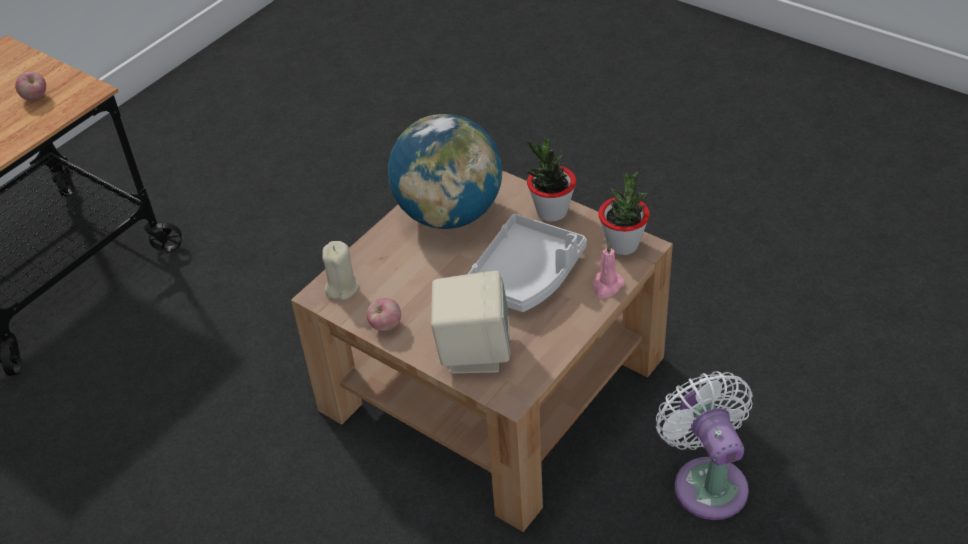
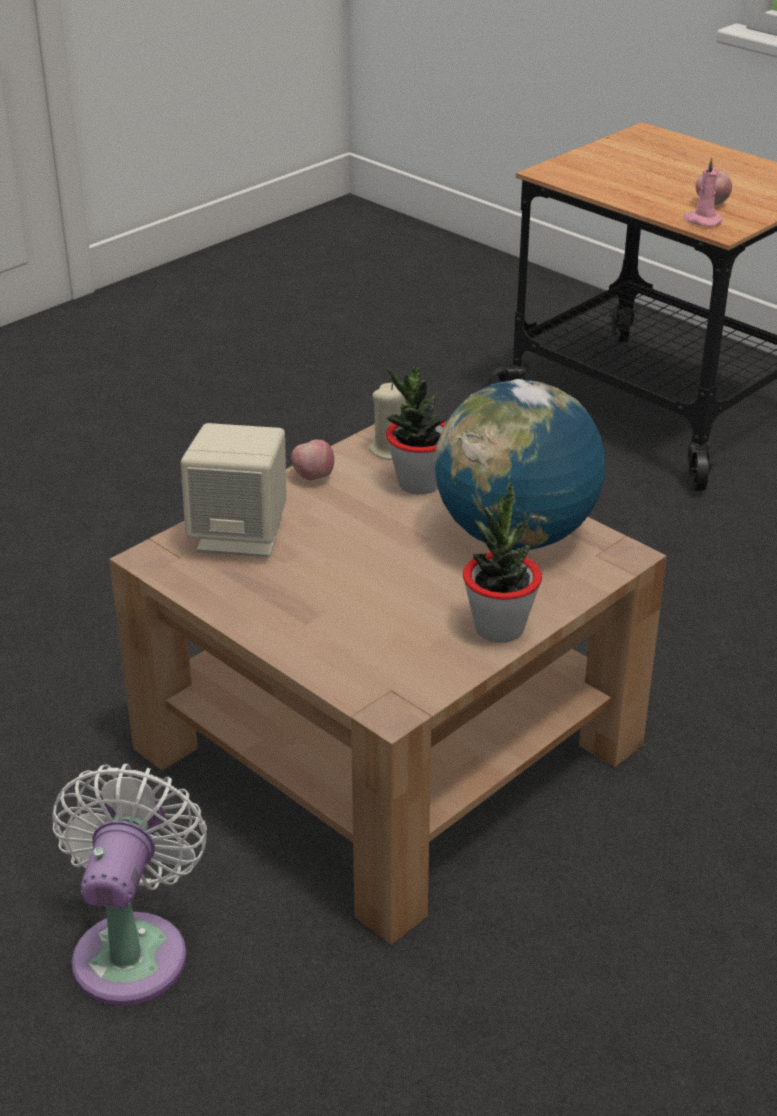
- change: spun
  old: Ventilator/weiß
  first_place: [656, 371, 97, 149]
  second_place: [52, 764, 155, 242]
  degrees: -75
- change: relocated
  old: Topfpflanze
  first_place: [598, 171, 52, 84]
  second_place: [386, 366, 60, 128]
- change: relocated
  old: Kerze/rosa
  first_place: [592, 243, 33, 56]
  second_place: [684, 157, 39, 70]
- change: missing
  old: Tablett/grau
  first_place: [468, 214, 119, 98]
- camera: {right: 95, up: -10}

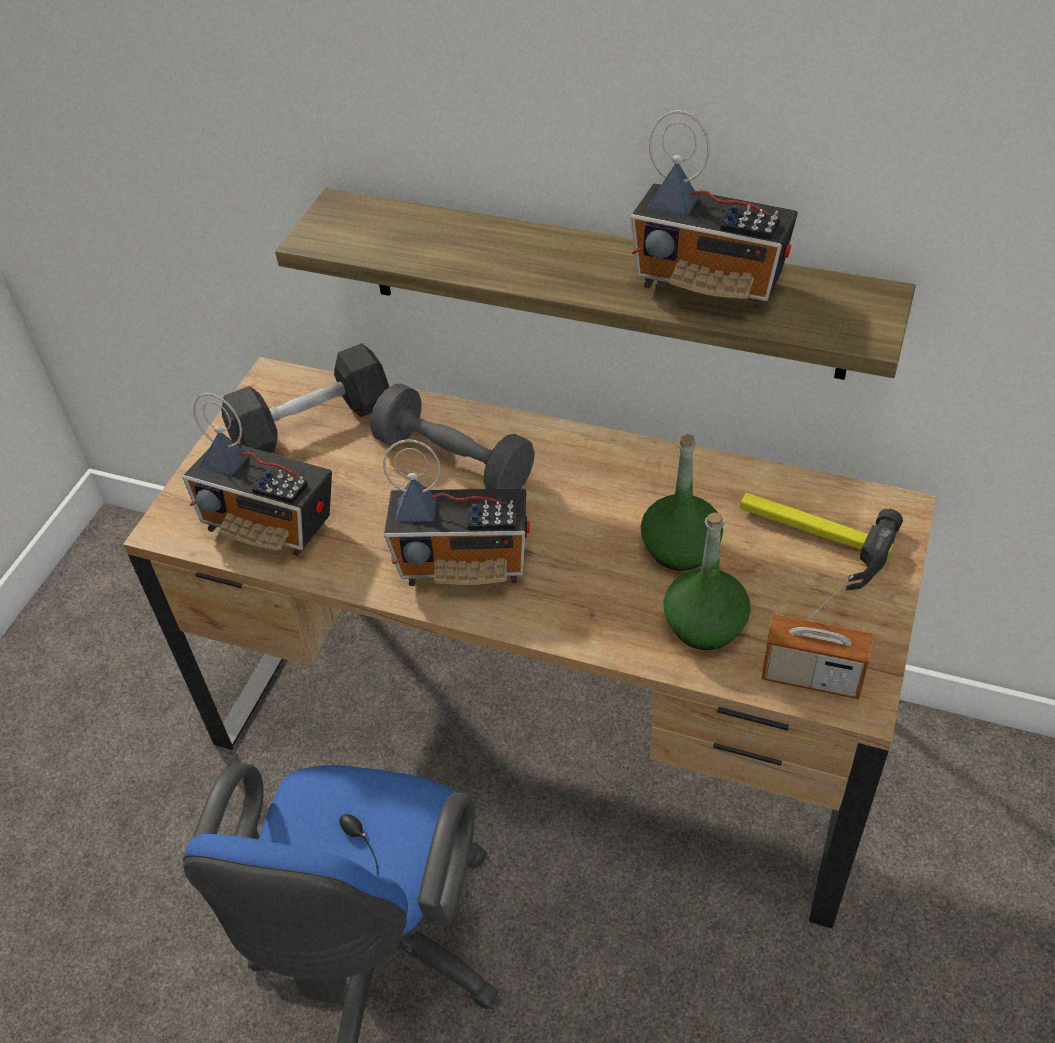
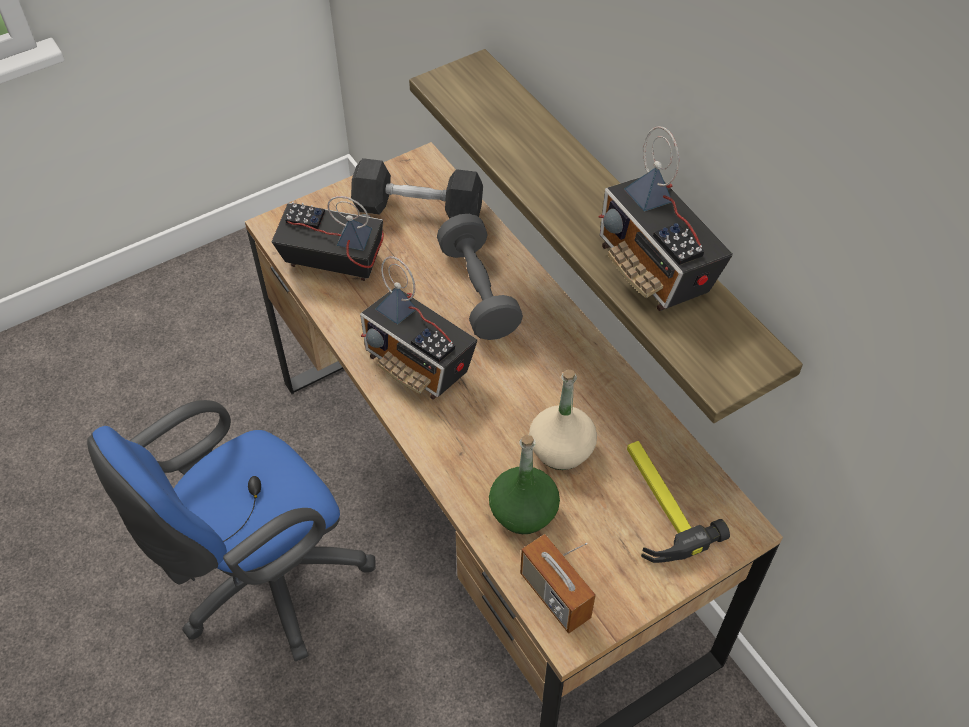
- change: spun
  old: Radio
  first_place: [182, 393, 150, 163]
  second_place: [271, 196, 113, 85]
  degrees: 135
- change: colour
  old: Flasche/grün
  new: Flasche/beige
  first_place: [641, 434, 82, 137]
  second_place: [529, 370, 68, 100]
- camera: {right: 35, up: 5}

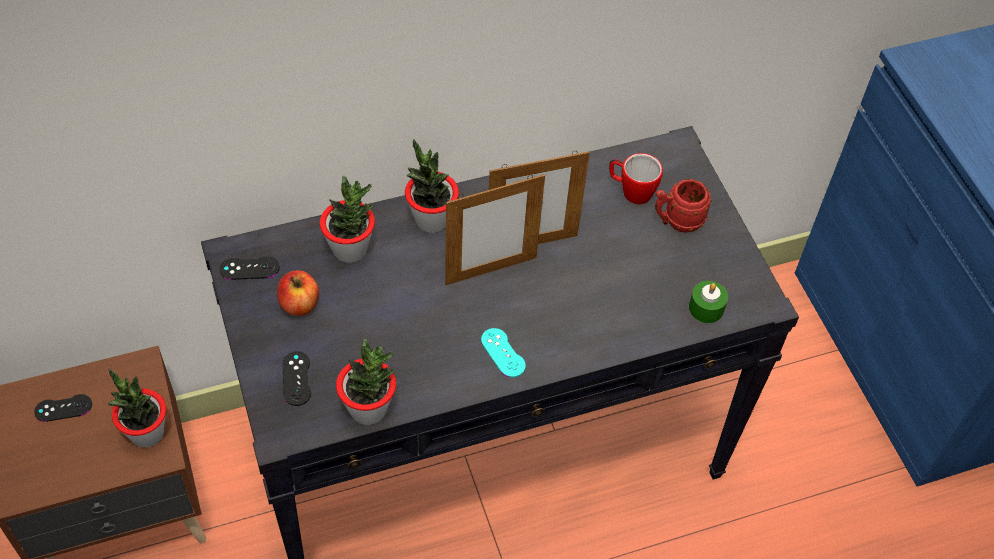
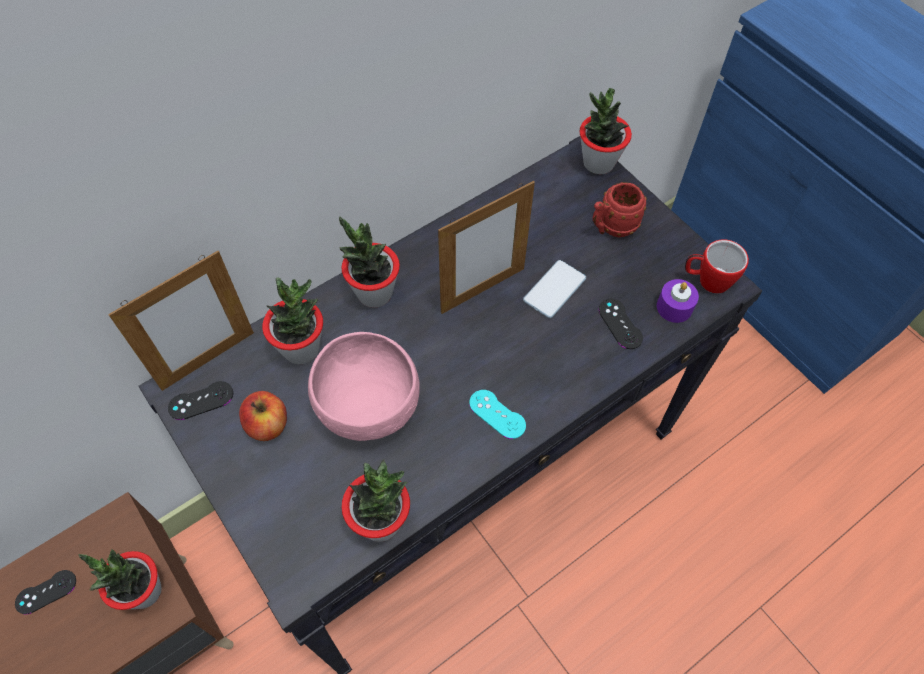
- change: relocated
  old: Bilderrahmen
  first_place: [445, 174, 100, 111]
  second_place: [108, 251, 146, 140]
- change: appeared
  new: Schüssel/rosa
  second_place: [308, 332, 112, 109]
- change: appeared
  new: Handy
  second_place: [523, 260, 63, 58]
- change: appeared
  new: Topfpflanze
  second_place: [580, 88, 52, 87]
- change: relocated
  old: Gamepad/schwarz
  first_place: [283, 351, 28, 55]
  second_place: [599, 299, 44, 50]
- change: colour
  old: Kerze/grün
  new: Kerze/lila
  first_place: [689, 281, 39, 42]
  second_place: [657, 279, 42, 44]
- change: relocated
  old: Henkelbecher
  first_place: [609, 153, 54, 51]
  second_place: [685, 239, 64, 55]
- camera: {right: -15, up: 5}

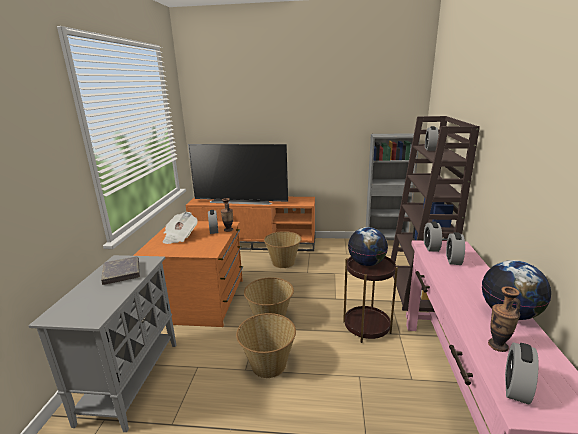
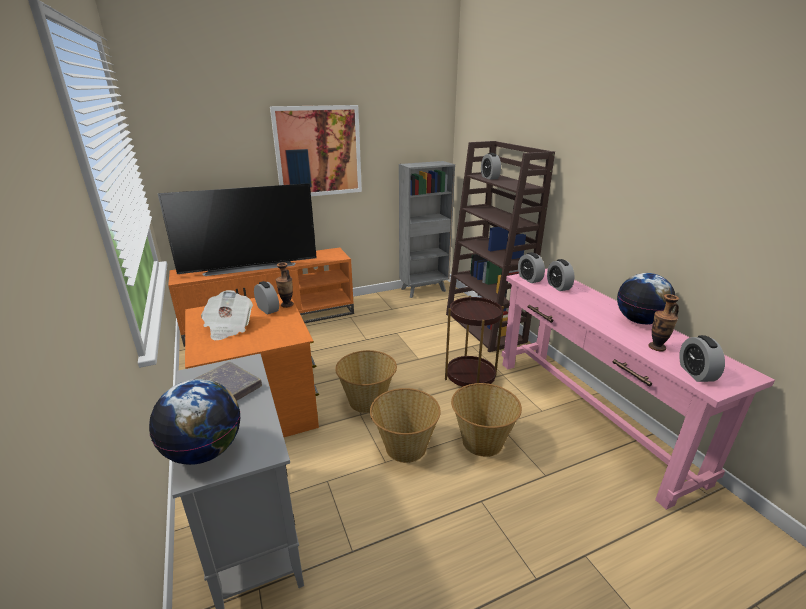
- change: relocated
  old: Globus
  first_place: [348, 227, 40, 39]
  second_place: [149, 379, 91, 86]
- change: appeared
  new: Bild
  second_place: [270, 105, 92, 91]
- change: relocated
  old: Korb
  first_place: [264, 231, 38, 37]
  second_place: [451, 383, 71, 74]
- camera: {right: -30, up: 5}

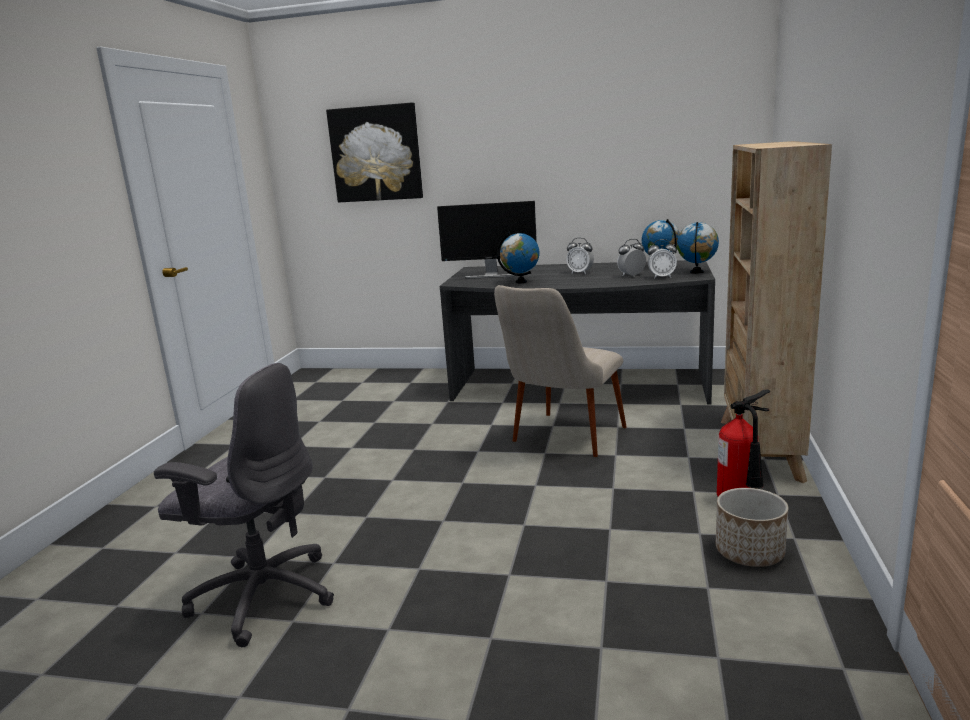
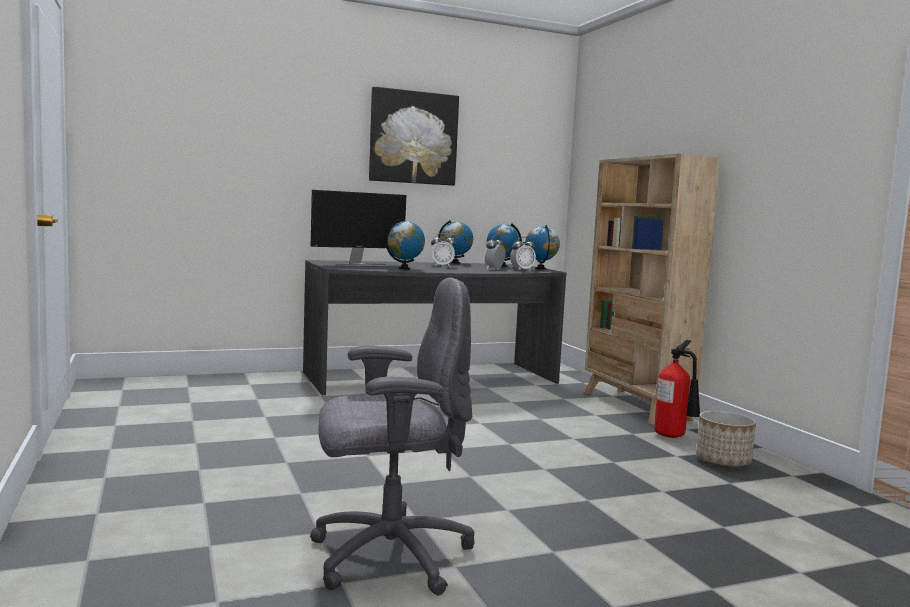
- change: relocated
  old: Bild
  first_place: [326, 103, 97, 99]
  second_place: [369, 87, 90, 99]
- change: appeared
  new: Globus
  second_place: [438, 220, 35, 44]
- change: missing
  old: Stuhl/beige
  first_place: [494, 285, 133, 172]
- camera: {right: -35, up: -10}

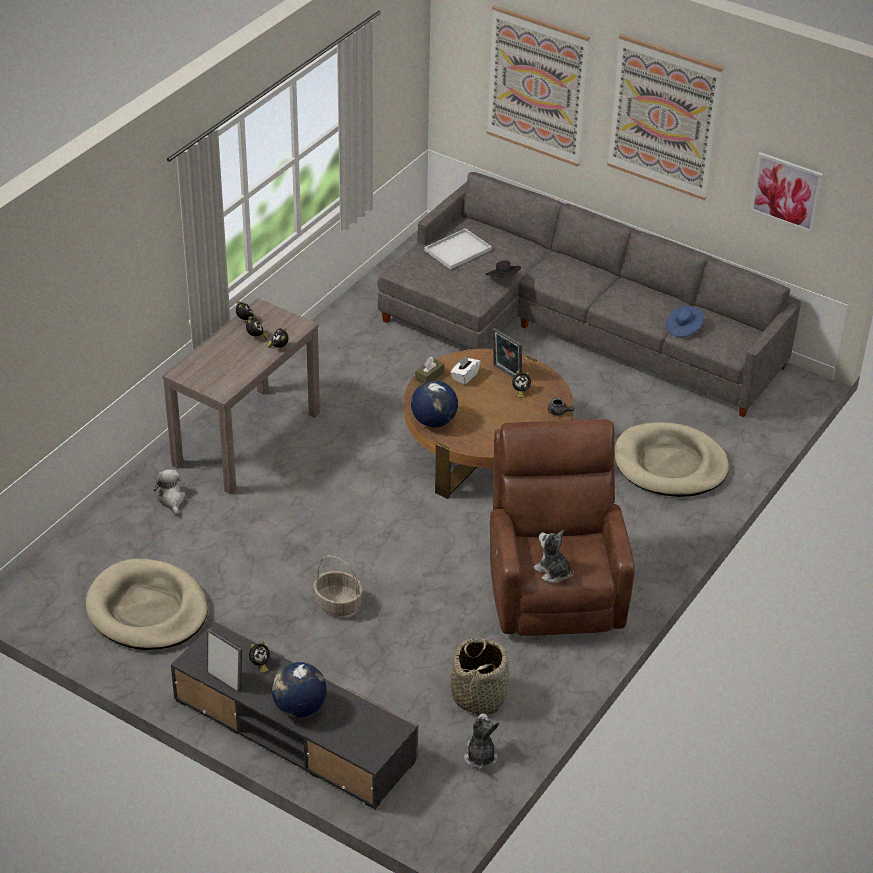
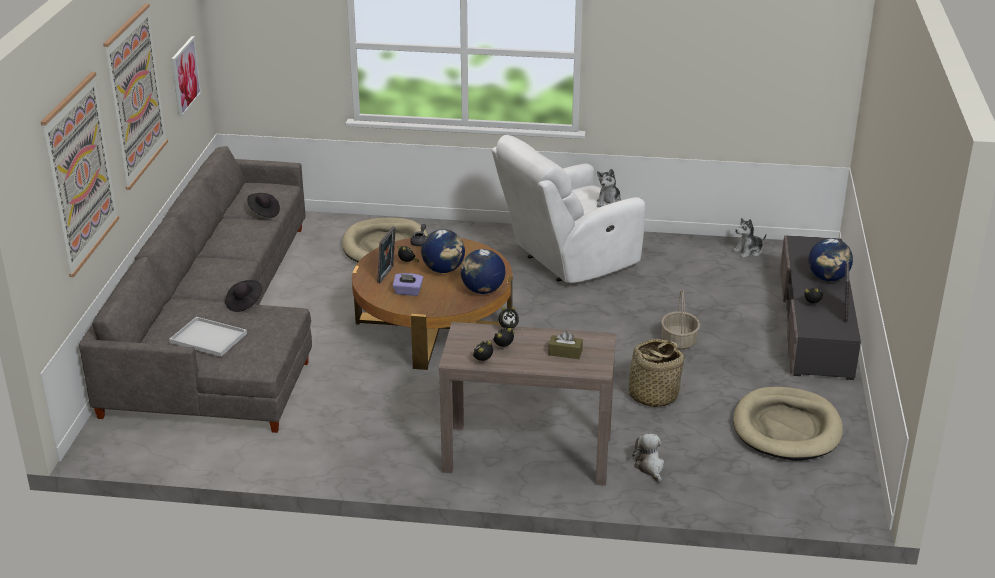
- change: colour
  old: Hut/blau
  new: Hut/schwarz
  first_place: [666, 306, 38, 31]
  second_place: [247, 193, 33, 25]
- change: colour
  old: Taschentuchbox/weiß
  new: Taschentuchbox/lila
  first_place: [450, 356, 31, 29]
  second_place: [393, 273, 30, 23]
- change: appeared
  new: Globus
  second_place: [421, 229, 44, 44]
- change: colour
  old: Sessel/braun
  new: Sessel/weiß
  first_place: [490, 419, 145, 217]
  second_place: [492, 135, 153, 148]
- change: relocated
  old: Taschentuchbox/braun
  first_place: [415, 357, 29, 27]
  second_place: [549, 331, 34, 28]
- change: relocated
  old: Korb
  first_place: [451, 639, 58, 76]
  second_place: [617, 339, 69, 68]
- change: spun
  old: Plüschtier
  first_place: [154, 469, 32, 47]
  second_place: [632, 433, 32, 50]
  degrees: 120
- camera: {right: -115, up: -10}

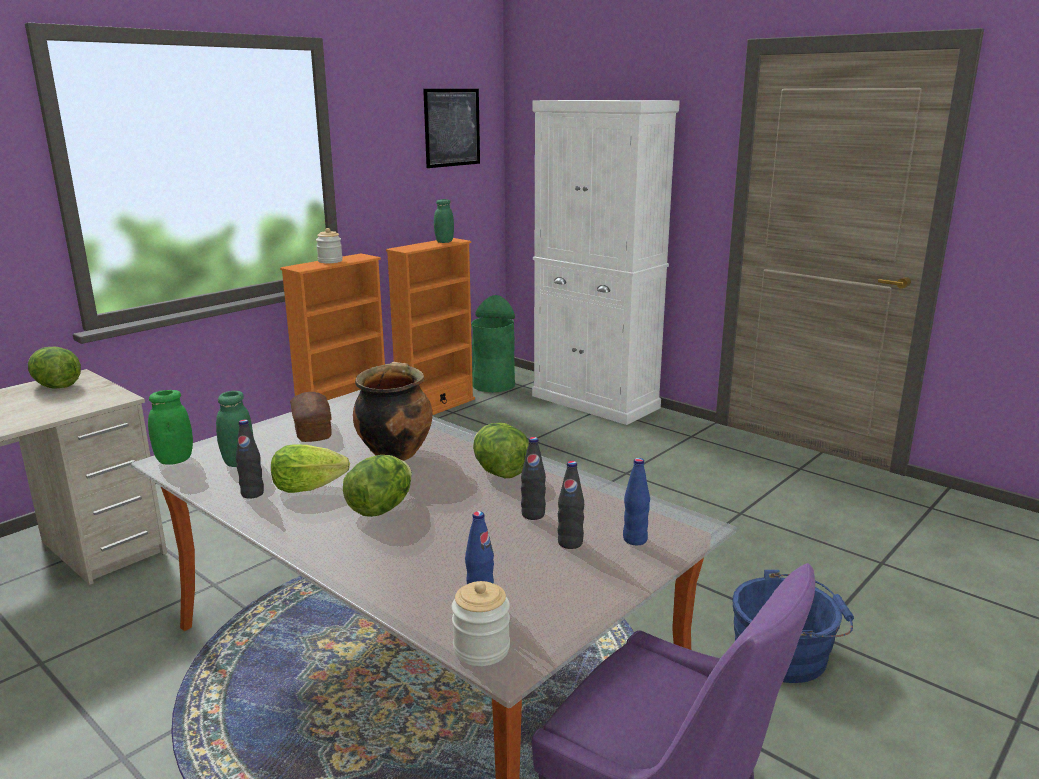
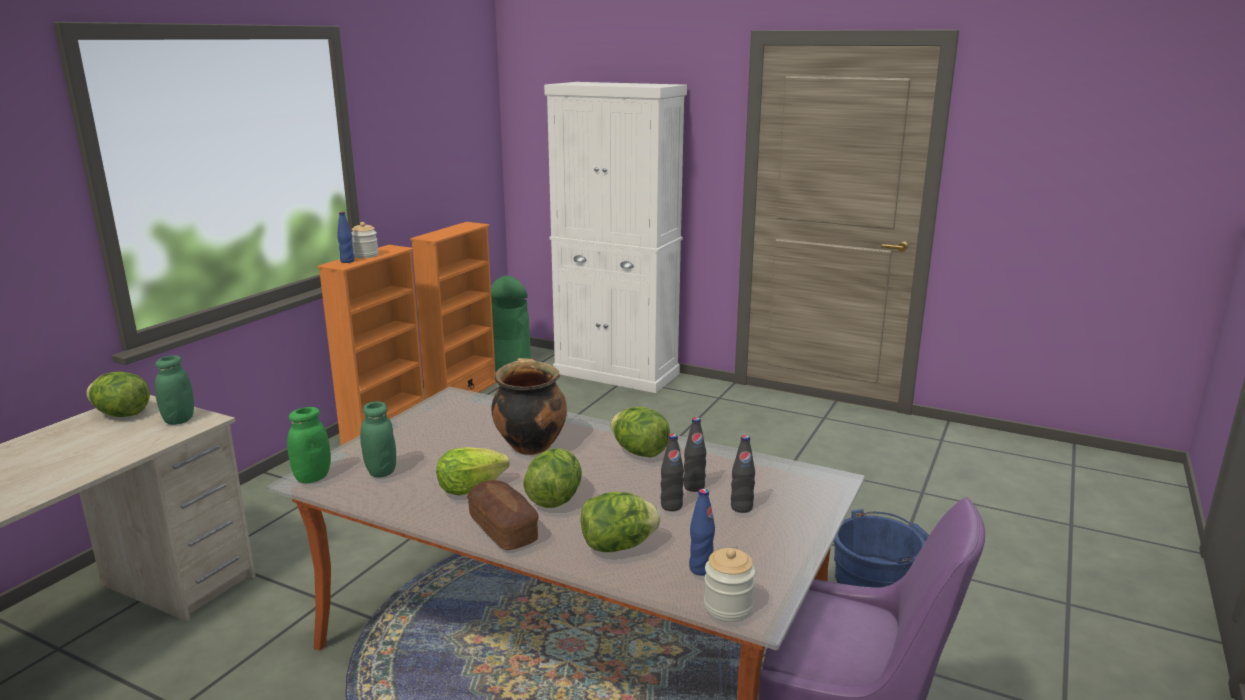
- change: relocated
  old: Vorratsglas/grün
  first_place: [434, 199, 20, 44]
  second_place: [155, 355, 39, 70]
- change: relocated
  old: Flasche/blau
  first_place: [623, 458, 27, 87]
  second_place: [337, 212, 18, 51]
- change: relocated
  old: Brot
  first_place: [290, 392, 42, 50]
  second_place: [467, 480, 72, 70]
- change: appeared
  new: Salatkopf
  second_place: [581, 492, 80, 60]
- change: relocated
  old: Flasche/schwarz
  first_place: [236, 419, 28, 80]
  second_place: [660, 434, 24, 77]
- change: missing
  old: Bild
  first_place: [423, 89, 57, 79]
- camera: {right: -15, up: 0}

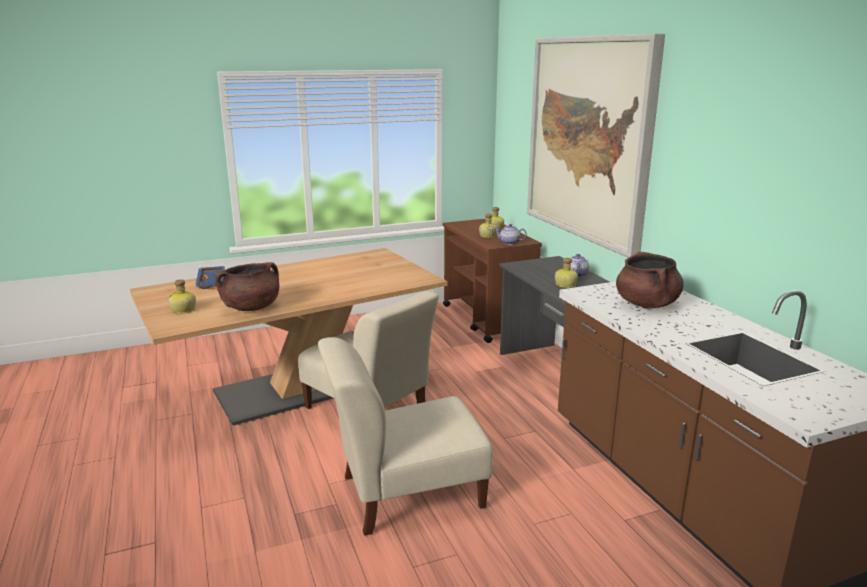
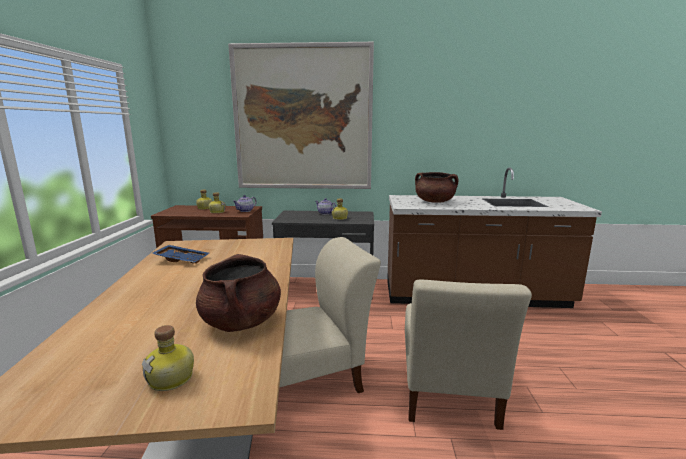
- change: relocated
  old: Tablett/blau
  first_place: [195, 266, 30, 23]
  second_place: [151, 245, 58, 19]
- camera: {right: -65, up: -5}

